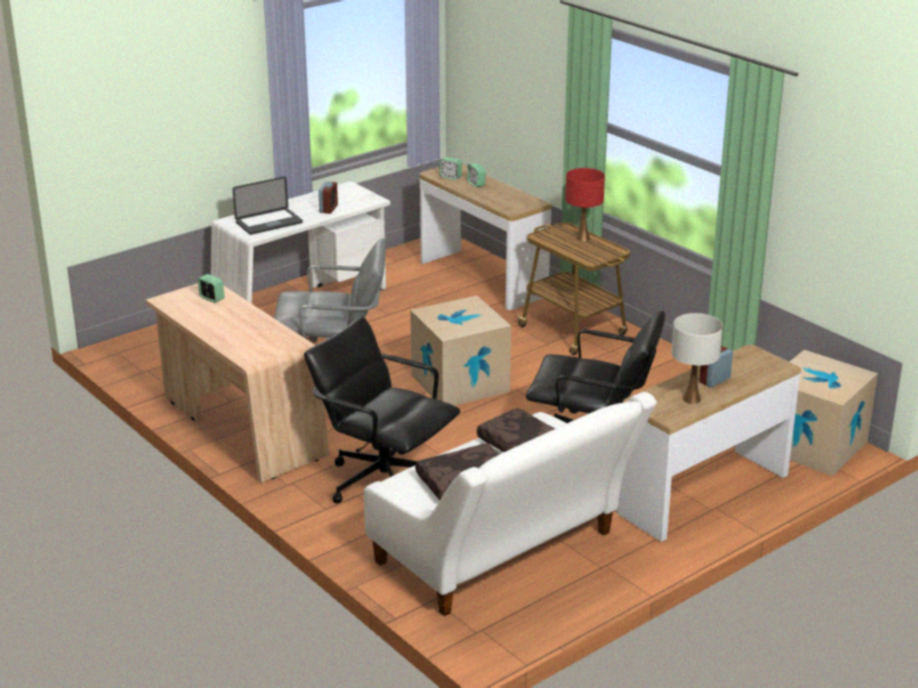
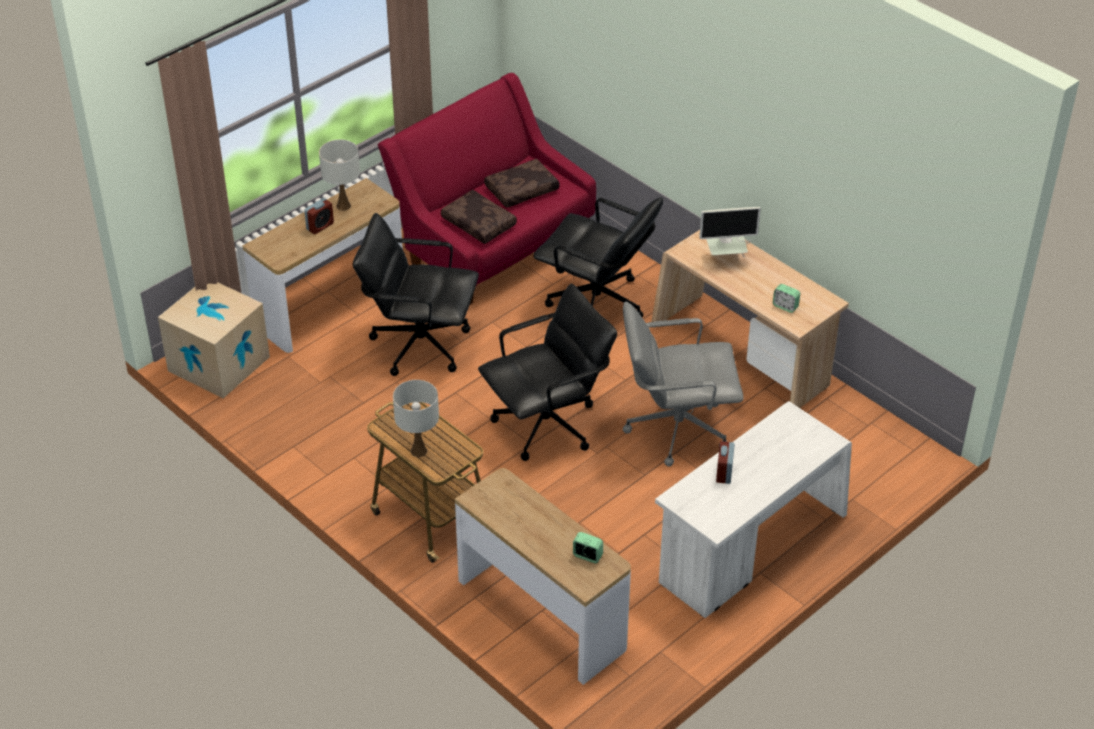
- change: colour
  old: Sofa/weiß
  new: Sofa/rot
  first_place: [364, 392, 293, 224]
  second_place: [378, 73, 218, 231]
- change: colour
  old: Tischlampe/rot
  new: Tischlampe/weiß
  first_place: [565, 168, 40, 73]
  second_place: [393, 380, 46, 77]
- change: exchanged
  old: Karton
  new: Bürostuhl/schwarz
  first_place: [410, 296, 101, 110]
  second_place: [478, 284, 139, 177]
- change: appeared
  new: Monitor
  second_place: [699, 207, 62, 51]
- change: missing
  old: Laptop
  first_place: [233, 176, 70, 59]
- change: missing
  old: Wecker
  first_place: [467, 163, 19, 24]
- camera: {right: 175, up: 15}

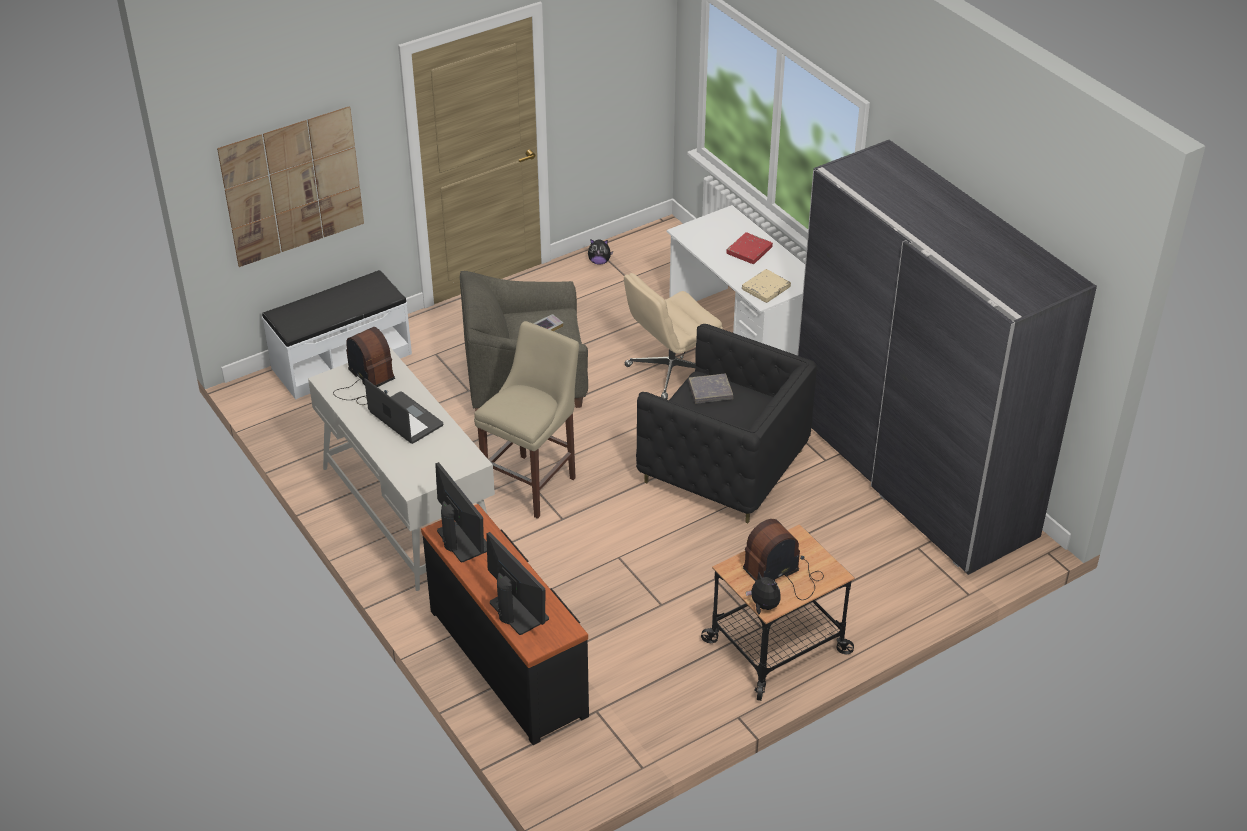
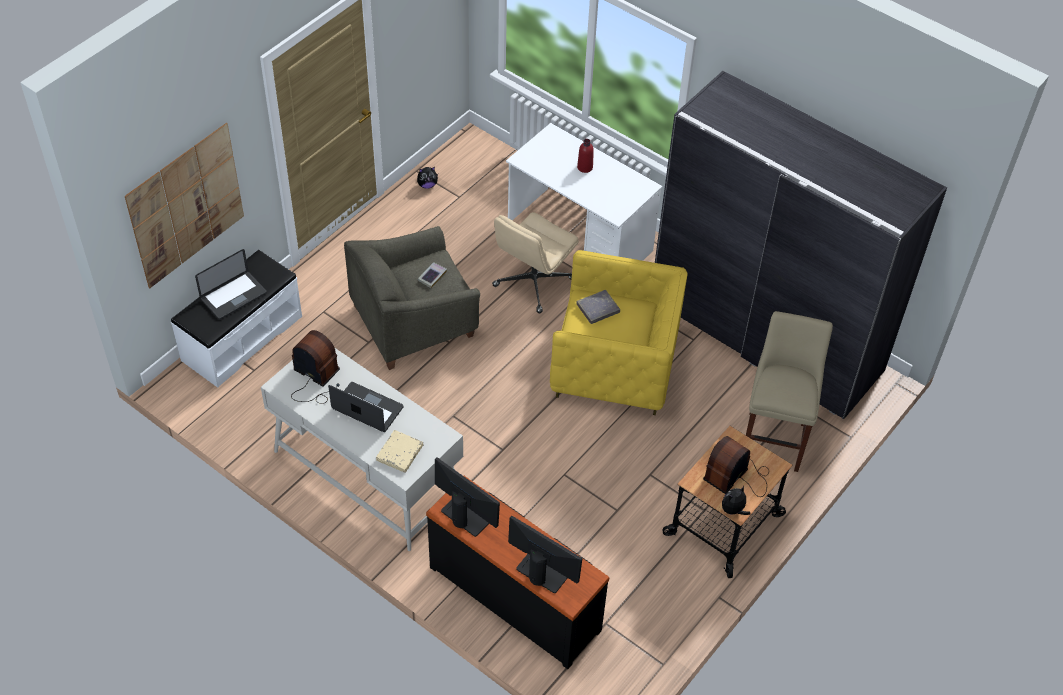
- change: appeared
  new: Laptop
  second_place: [195, 249, 72, 70]
- change: relocated
  old: Buch/beige
  first_place: [742, 269, 49, 34]
  second_place: [376, 430, 48, 43]
- change: colour
  old: Sessel/schwarz
  new: Sessel/gelb
  first_place: [636, 324, 181, 199]
  second_place: [550, 250, 138, 165]
- change: exchanged
  old: Buch/rot
  new: Flasche/rot
  first_place: [726, 232, 47, 32]
  second_place: [577, 139, 17, 34]
- change: spun
  old: Plüschtier
  first_place: [746, 573, 35, 42]
  second_place: [722, 486, 28, 30]
  degrees: -60
- change: relocated
  old: Hocker/beige
  first_place: [474, 321, 105, 198]
  second_place: [746, 311, 87, 161]
- camera: {right: -20, up: 10}

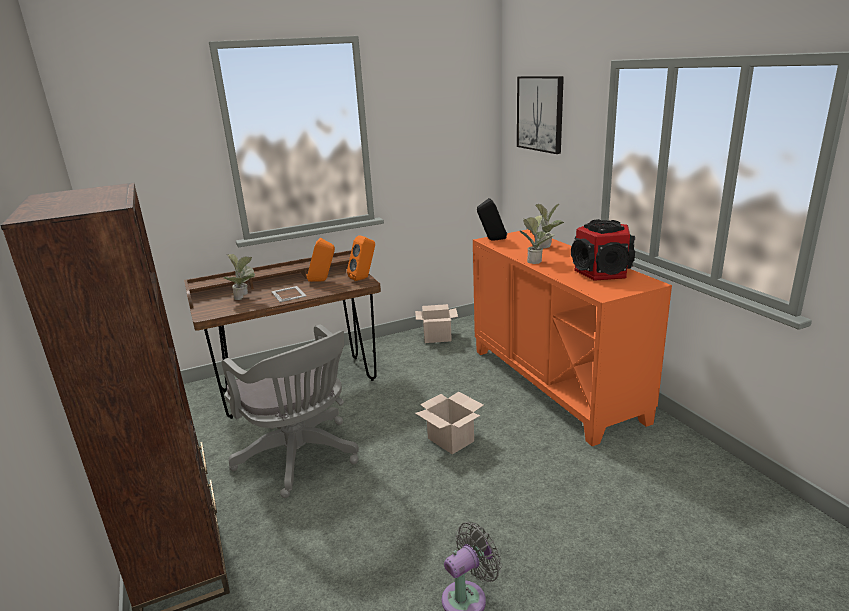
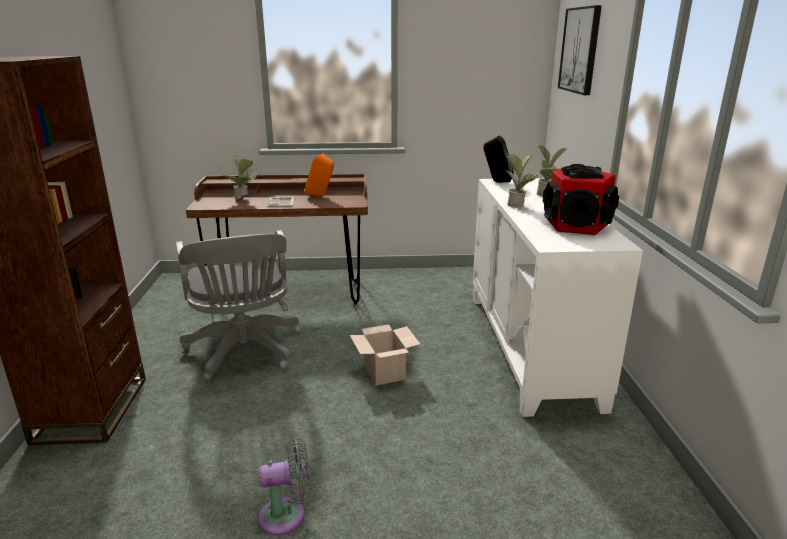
- change: colour
  old: Schrank/orange
  new: Schrank/weiß
  first_place: [473, 229, 199, 217]
  second_place: [473, 178, 170, 239]
- change: missing
  old: Lautsprecher/orange
  first_place: [347, 235, 28, 46]
- change: missing
  old: Karton
  first_place: [415, 304, 43, 39]
- camera: {right: 20, up: 0}

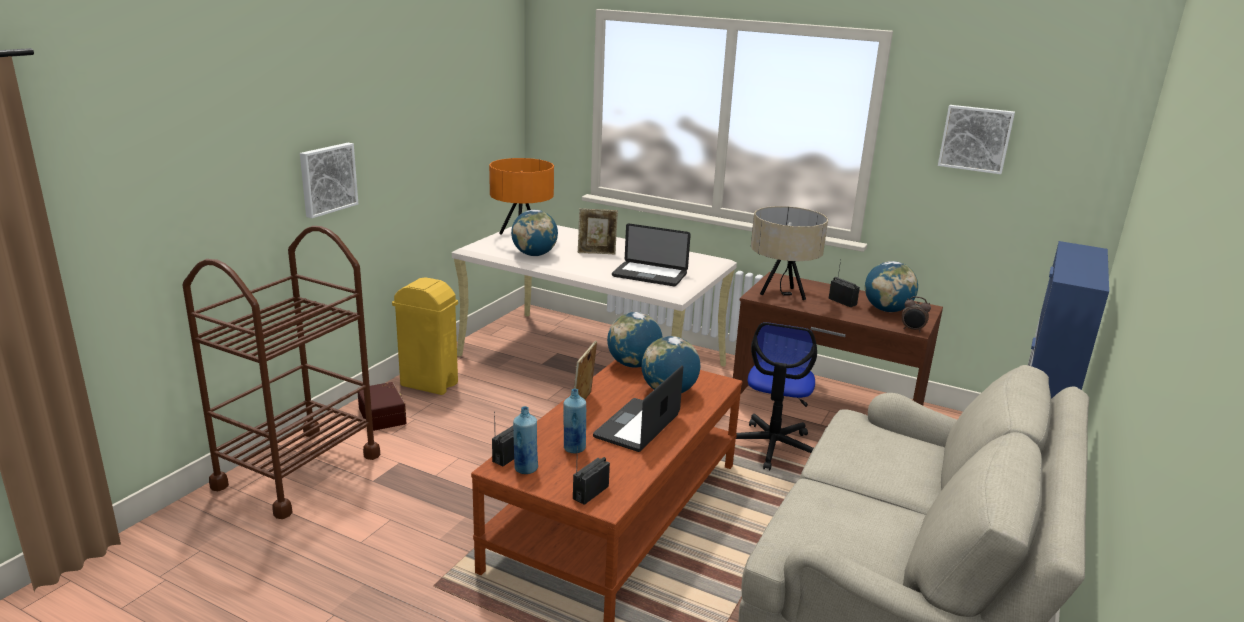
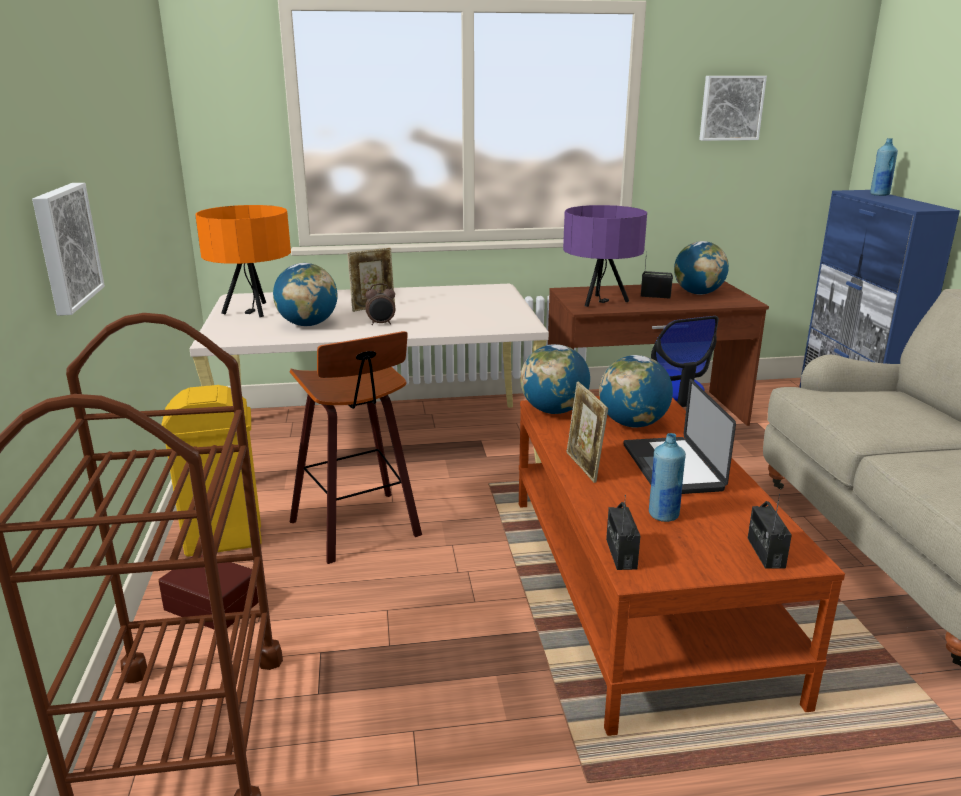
- change: appeared
  new: Hocker
  second_place: [289, 331, 133, 233]
- change: relocated
  old: Wecker
  first_place: [902, 296, 29, 36]
  second_place: [365, 283, 30, 42]
- change: colour
  old: Tischlampe/beige
  new: Tischlampe/lila
  first_place: [751, 206, 77, 94]
  second_place: [563, 205, 84, 102]
- change: relocated
  old: Flasche/blau
  first_place: [513, 406, 25, 68]
  second_place: [870, 138, 28, 58]
- change: missing
  old: Laptop
  first_place: [612, 223, 79, 64]
- camera: {right: -35, up: 0}

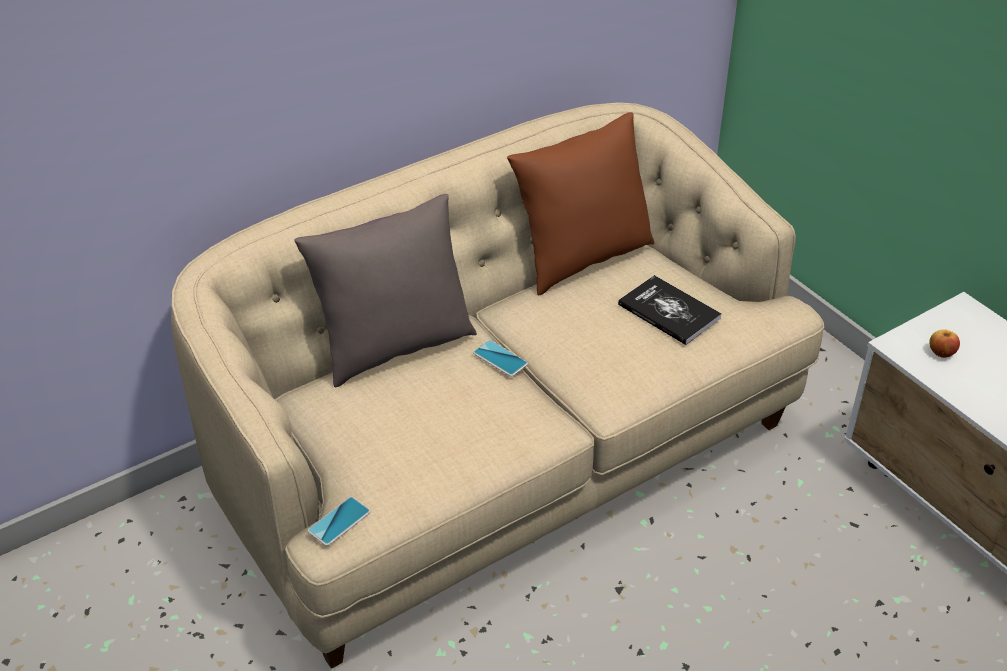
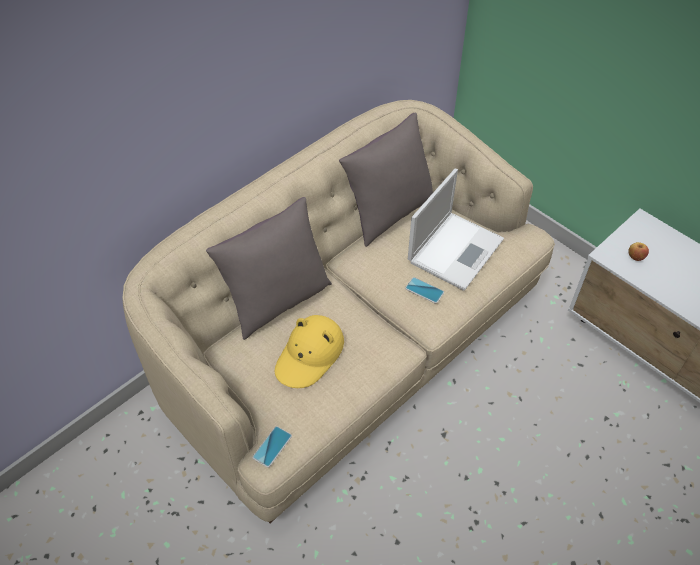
- change: appeared
  new: Hut/gelb
  second_place: [275, 315, 69, 73]
- change: colour
  old: Kissen/braun
  new: Kissen/grau
  first_place: [507, 112, 148, 183]
  second_place: [339, 113, 94, 134]
- change: relocated
  old: Handy
  first_place: [473, 340, 55, 37]
  second_place: [405, 277, 39, 27]
- change: exchanged
  old: Buch
  new: Laptop
  first_place: [618, 275, 104, 70]
  second_place: [408, 169, 96, 122]
- camera: {right: -10, up: 10}

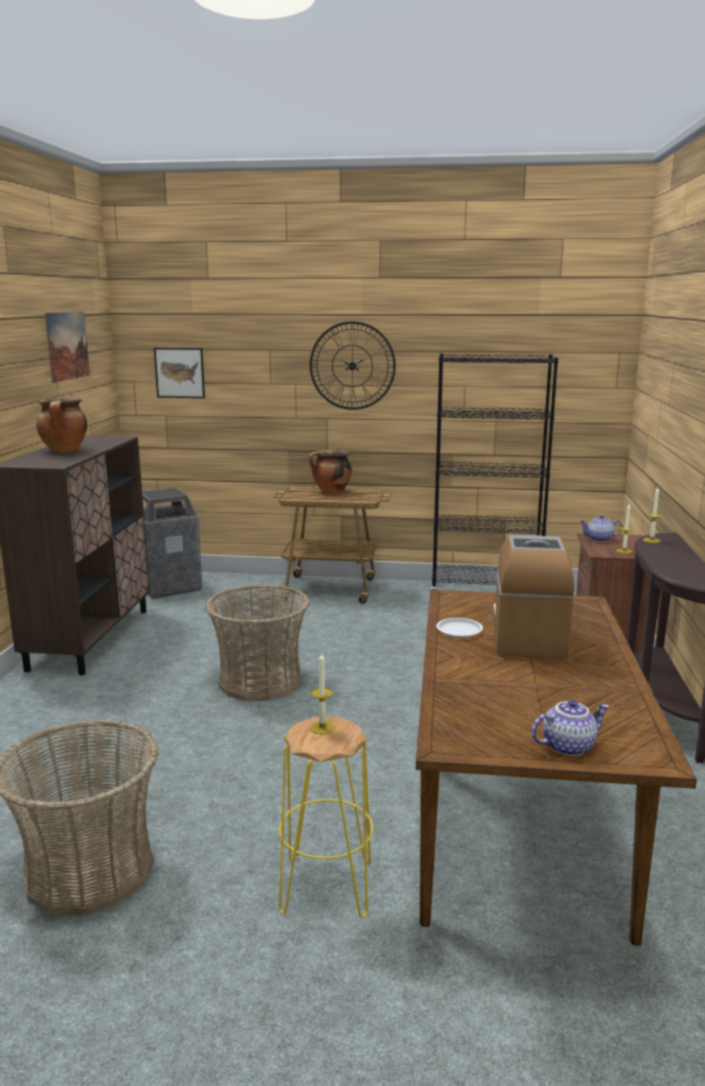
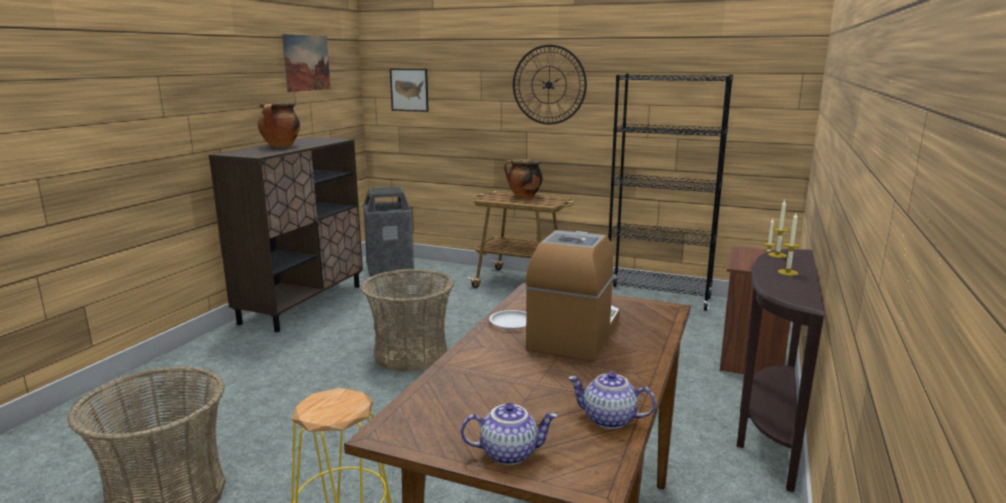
- change: relocated
  old: Teekanne
  first_place: [579, 515, 44, 27]
  second_place: [568, 372, 88, 57]
- change: relocated
  old: Kerze
  first_place: [310, 653, 25, 81]
  second_place: [778, 214, 23, 62]
- camera: {right: 15, up: 0}

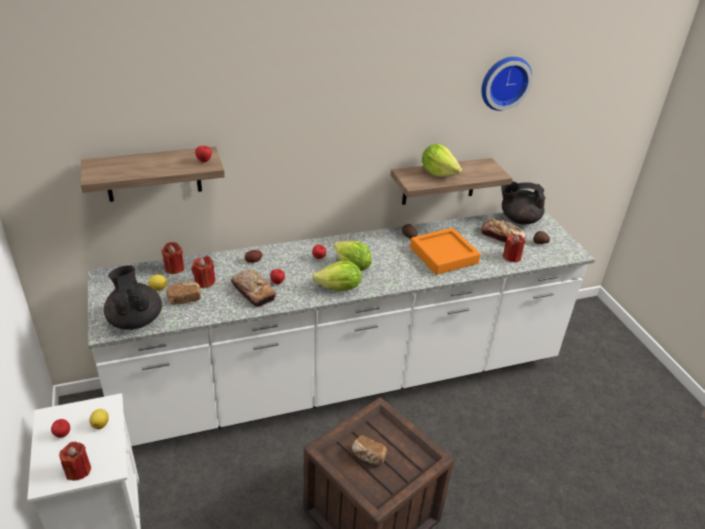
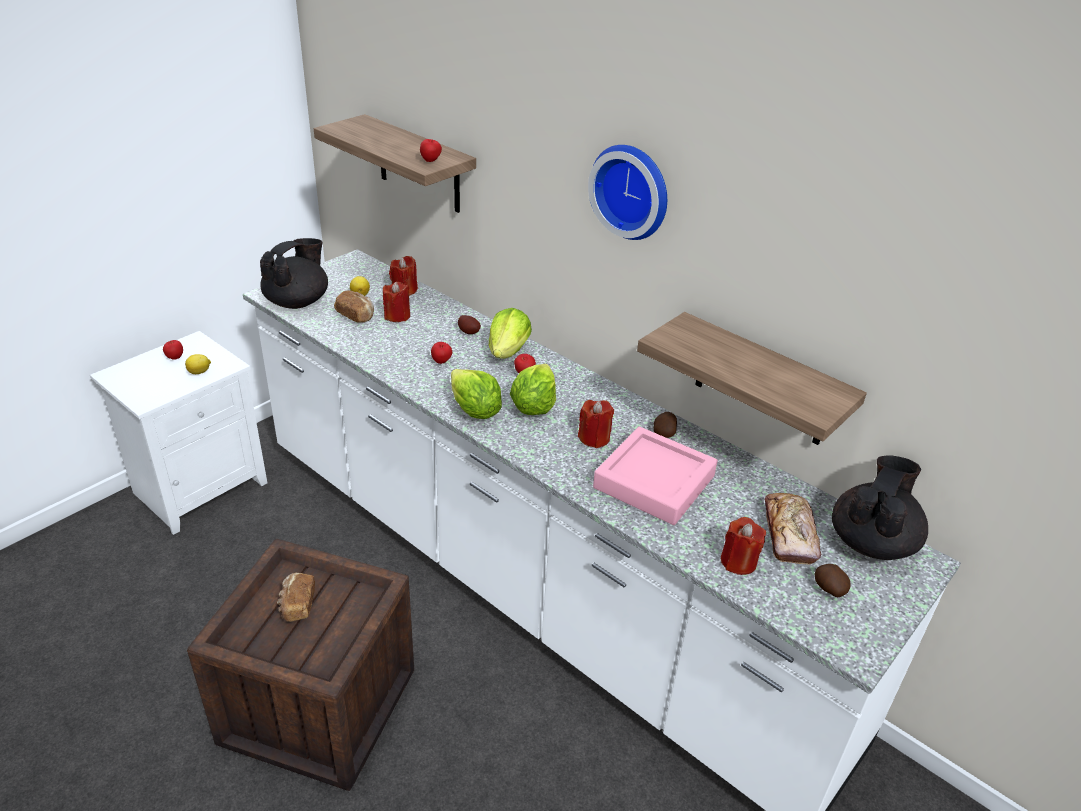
- change: relocated
  old: Salatkopf
  first_place: [422, 144, 40, 33]
  second_place: [489, 308, 43, 51]
- change: relocated
  old: Kerze/rot
  first_place: [59, 442, 32, 39]
  second_place: [578, 400, 36, 48]
- change: relocated
  old: Wanduhr
  first_place: [481, 57, 51, 54]
  second_place: [588, 145, 79, 95]
- change: colour
  old: Tablett/orange
  new: Tablett/rosa
  first_place: [410, 228, 71, 47]
  second_place: [593, 427, 125, 98]
- change: spun
  old: Teekanne/schwarz
  first_place: [501, 181, 45, 44]
  second_place: [832, 456, 96, 104]
  degrees: 60
- change: missing
  old: Brot
  first_place: [231, 270, 45, 37]
- camera: {right: 60, up: 0}

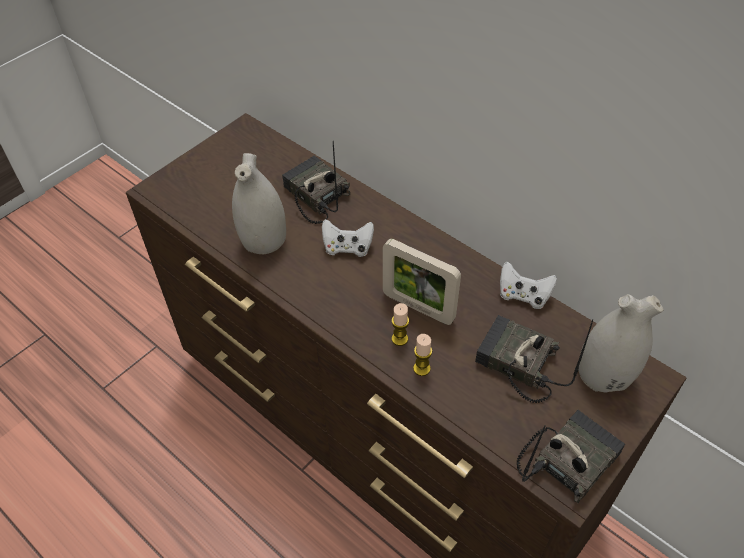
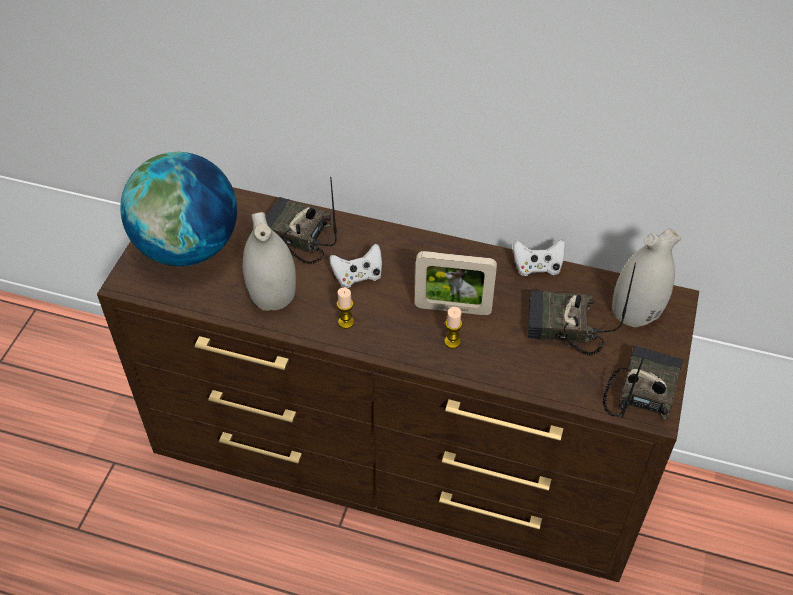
- change: appeared
  new: Globus
  second_place: [120, 152, 117, 114]
- change: relocated
  old: Kerze
  first_place: [413, 334, 19, 42]
  second_place: [337, 288, 17, 41]
- camera: {right: -25, up: 0}

